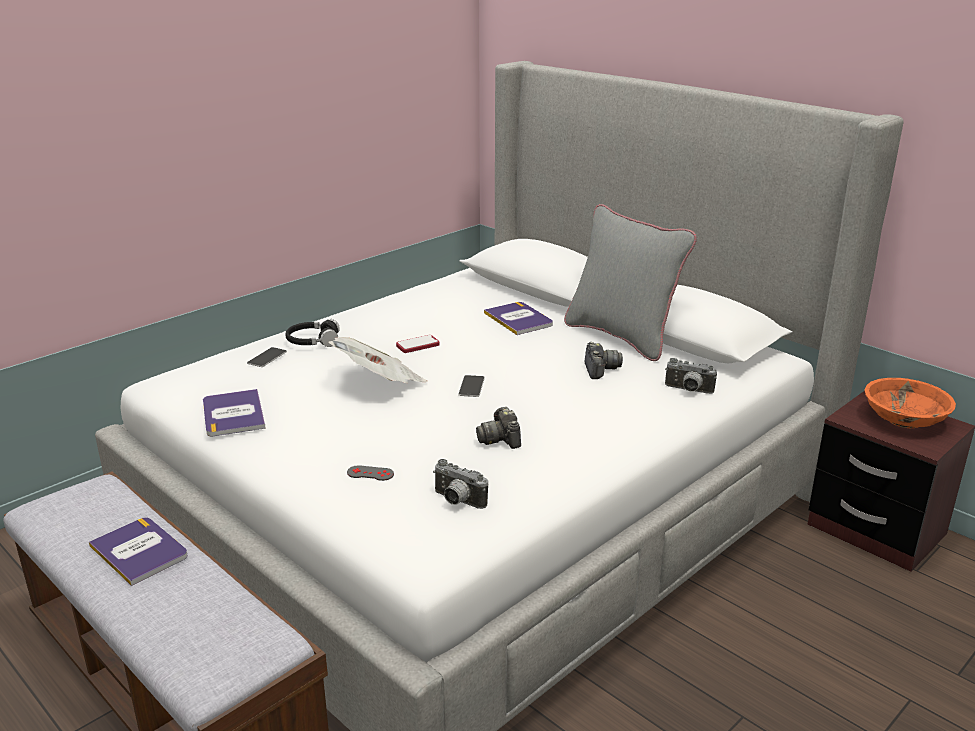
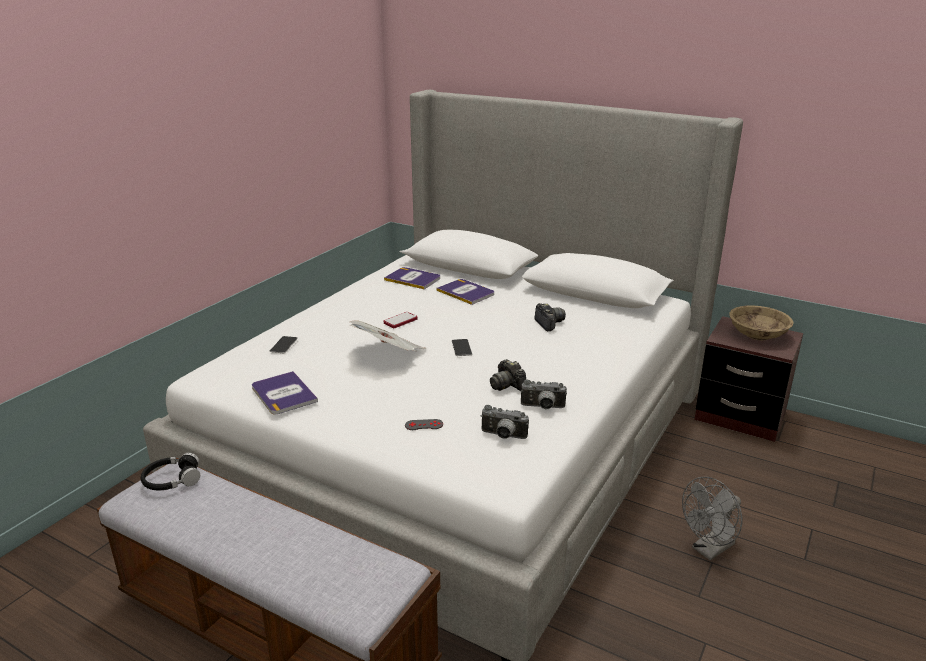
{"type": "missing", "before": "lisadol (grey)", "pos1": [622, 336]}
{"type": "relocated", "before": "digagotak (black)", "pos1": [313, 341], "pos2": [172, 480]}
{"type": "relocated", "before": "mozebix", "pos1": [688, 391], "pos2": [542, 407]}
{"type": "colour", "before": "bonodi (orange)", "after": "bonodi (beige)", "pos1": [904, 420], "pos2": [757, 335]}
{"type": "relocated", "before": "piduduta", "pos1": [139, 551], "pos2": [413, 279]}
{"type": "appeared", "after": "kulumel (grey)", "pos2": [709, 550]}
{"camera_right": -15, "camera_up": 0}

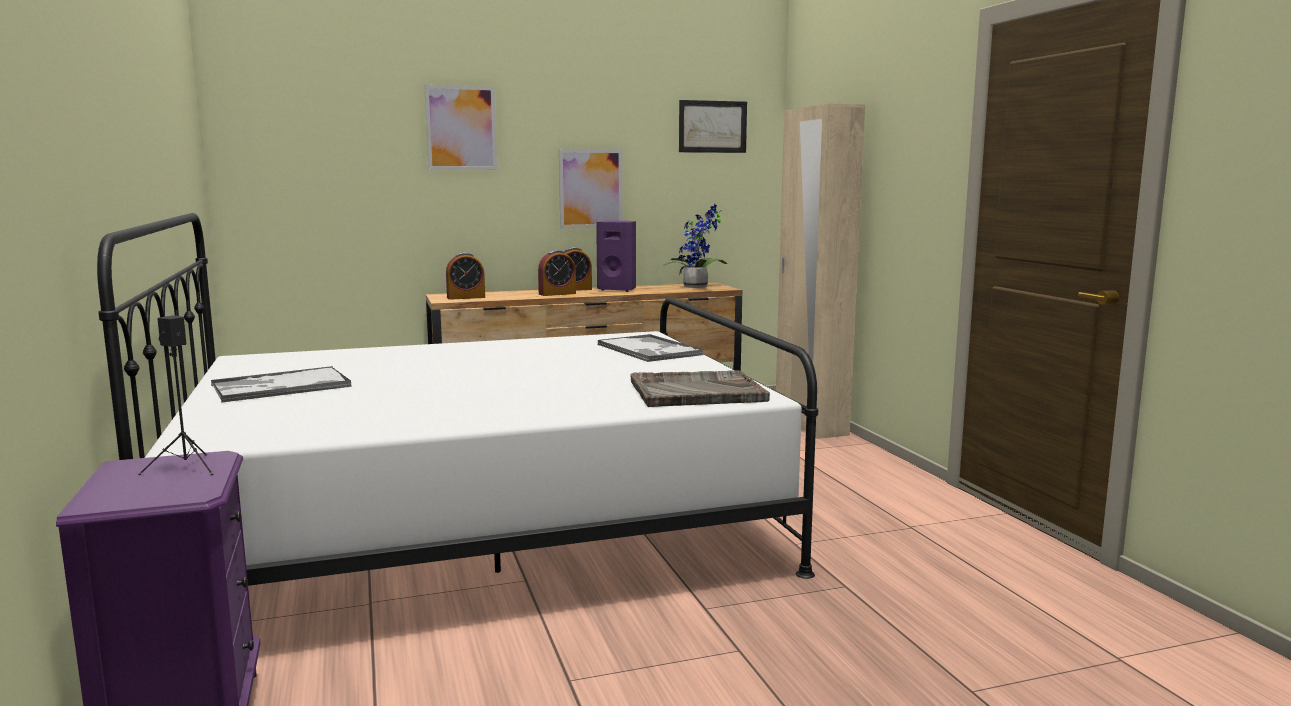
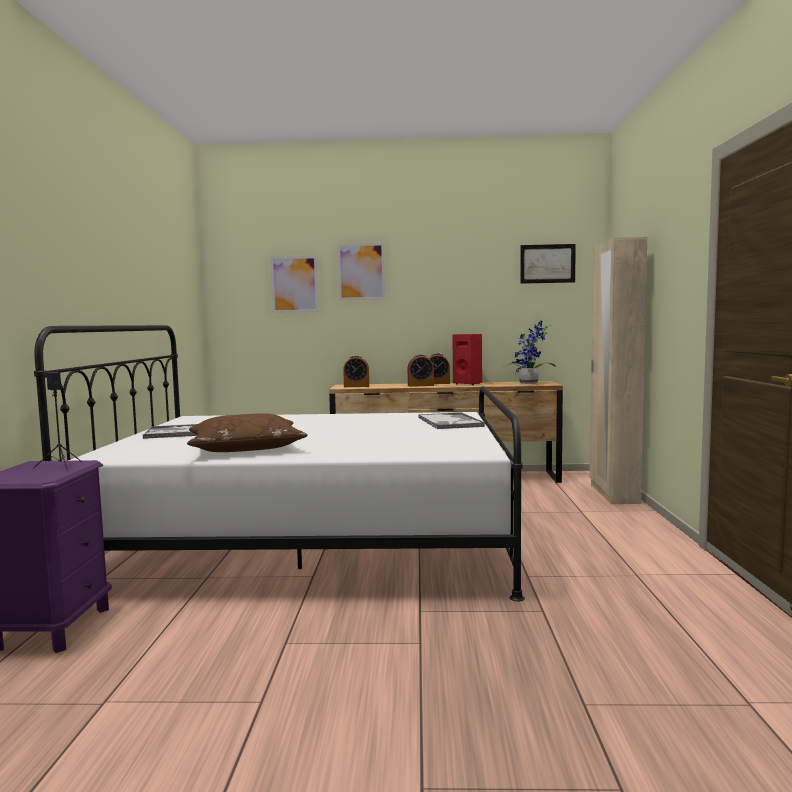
{"type": "relocated", "before": "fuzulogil", "pos1": [590, 188], "pos2": [294, 284]}
{"type": "colour", "before": "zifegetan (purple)", "after": "zifegetan (red)", "pos1": [618, 289], "pos2": [468, 384]}
{"type": "missing", "before": "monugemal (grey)", "pos1": [695, 392]}
{"type": "appeared", "after": "lisadol (brown)", "pos2": [246, 448]}
{"camera_right": 20, "camera_up": -5}

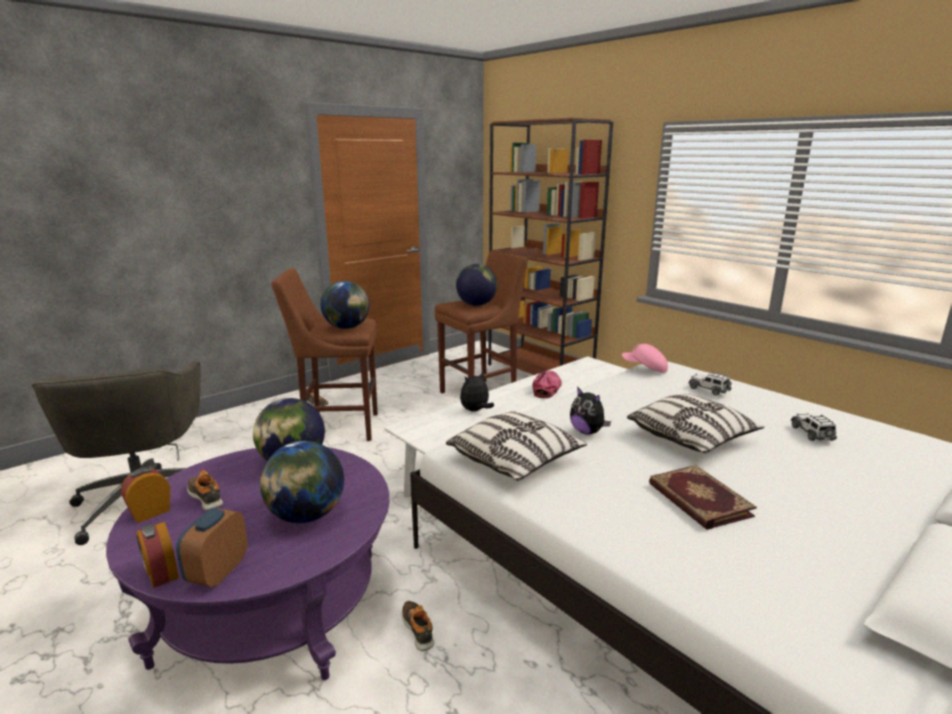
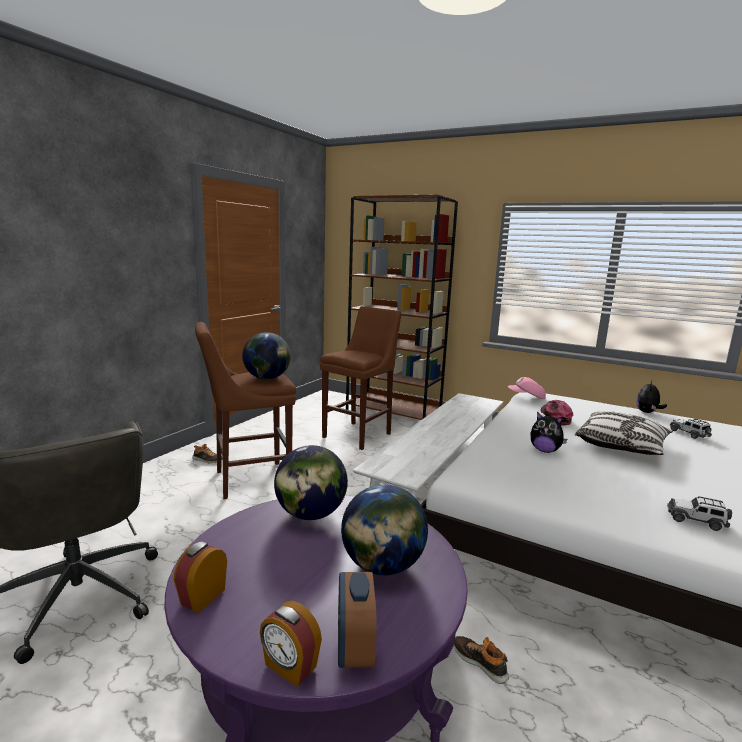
{"type": "missing", "before": "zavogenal", "pos1": [476, 305]}
{"type": "relocated", "before": "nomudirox", "pos1": [475, 411], "pos2": [647, 412]}
{"type": "relocated", "before": "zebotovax", "pos1": [547, 389], "pos2": [555, 417]}
{"type": "relocated", "before": "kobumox", "pos1": [709, 390], "pos2": [696, 520]}
{"type": "missing", "before": "lisadol", "pos1": [515, 460]}
{"type": "missing", "before": "piduduta", "pos1": [698, 500]}
{"type": "missing", "before": "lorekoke", "pos1": [206, 497]}
{"camera_right": -20, "camera_up": -5}

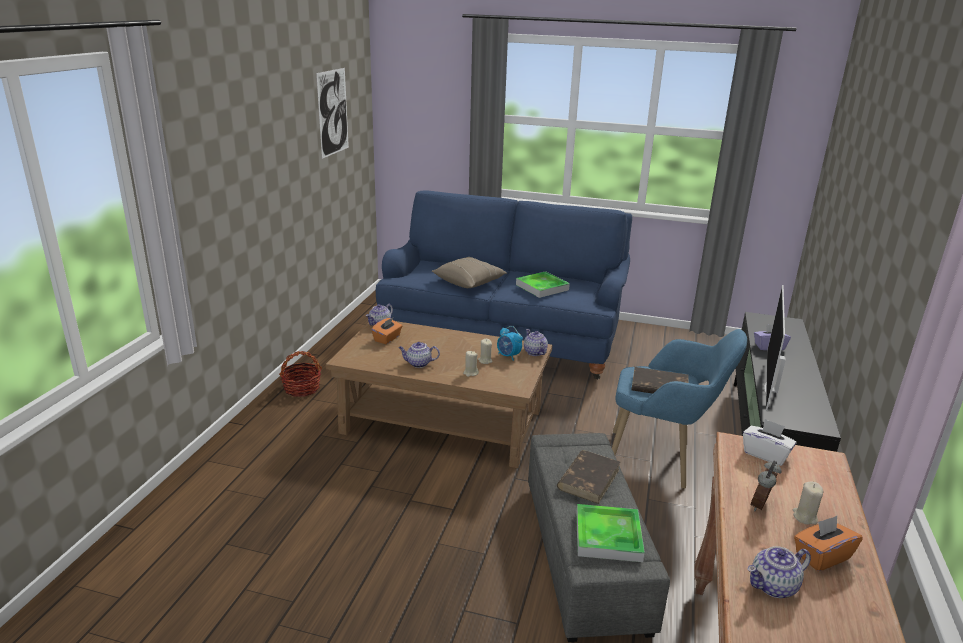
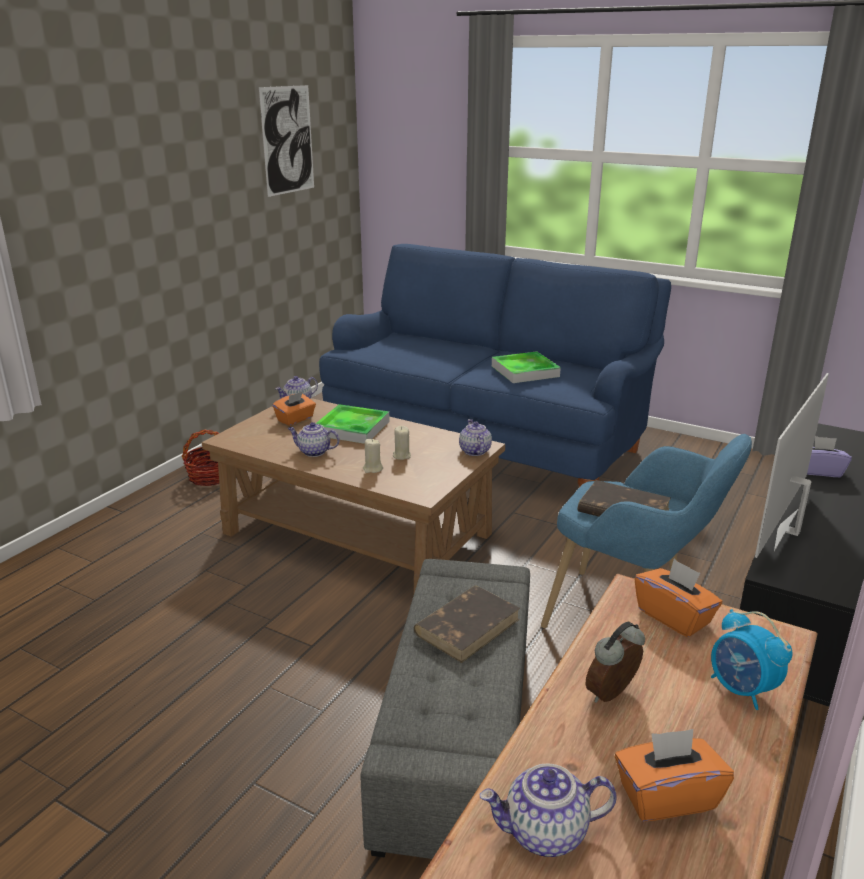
{"type": "missing", "before": "lisadol (beige)", "pos1": [469, 282]}
{"type": "relocated", "before": "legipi", "pos1": [508, 356], "pos2": [741, 690]}
{"type": "colour", "before": "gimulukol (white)", "after": "gimulukol (orange)", "pos1": [765, 454], "pos2": [674, 616]}
{"type": "missing", "before": "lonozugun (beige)", "pos1": [804, 517]}
{"type": "relocated", "before": "monugemal", "pos1": [608, 536], "pos2": [352, 428]}
{"camera_right": 15, "camera_up": 0}

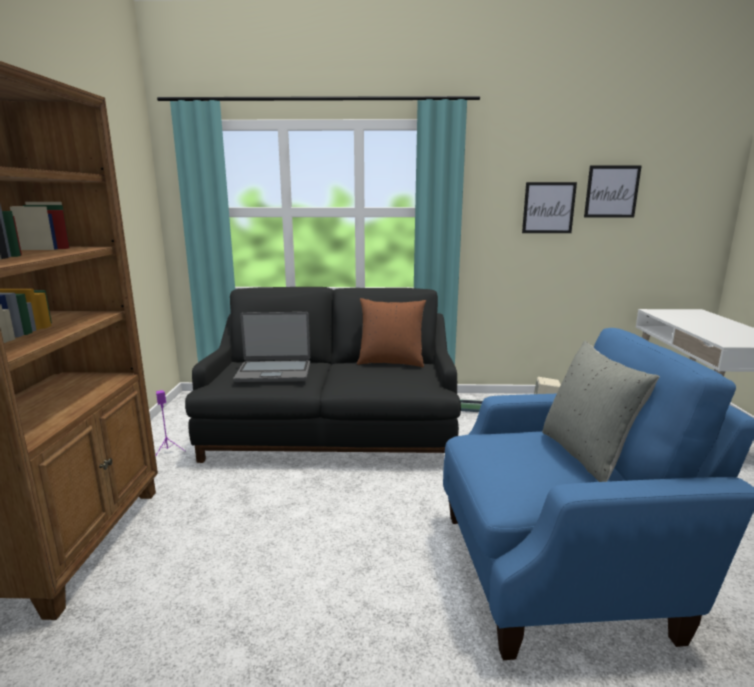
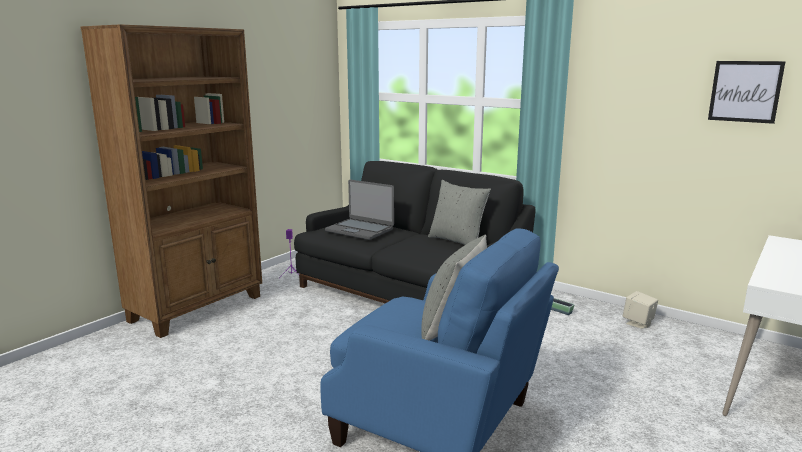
{"type": "missing", "before": "fuzulogil", "pos1": [548, 208]}
{"type": "colour", "before": "lisadol (brown)", "after": "lisadol (grey)", "pos1": [391, 362], "pos2": [457, 241]}
{"camera_right": 35, "camera_up": 0}

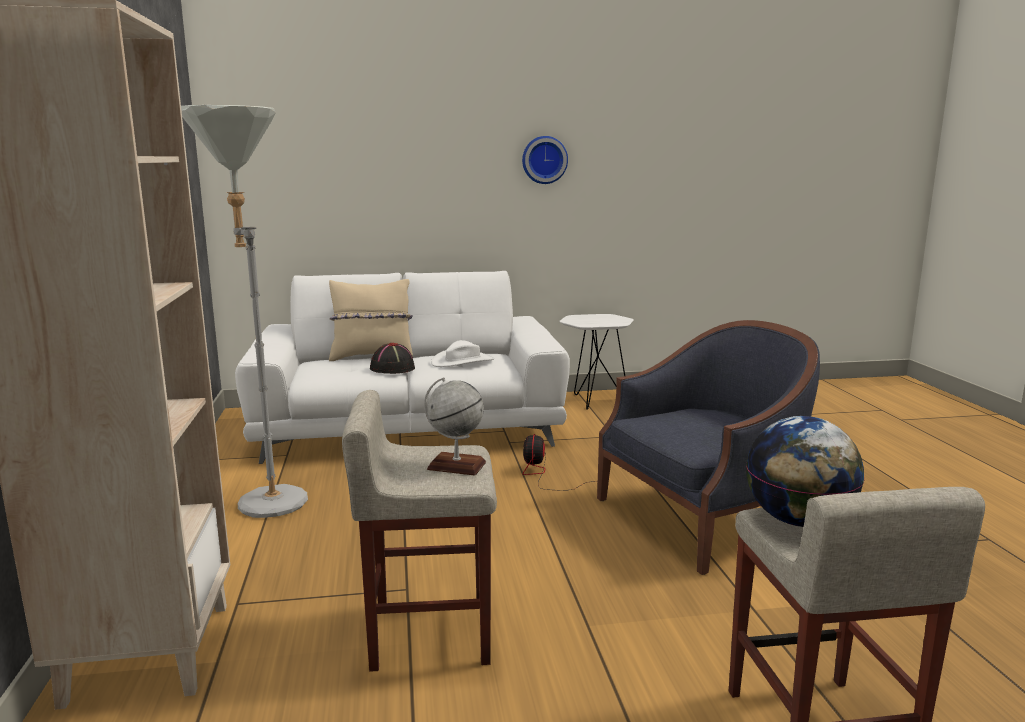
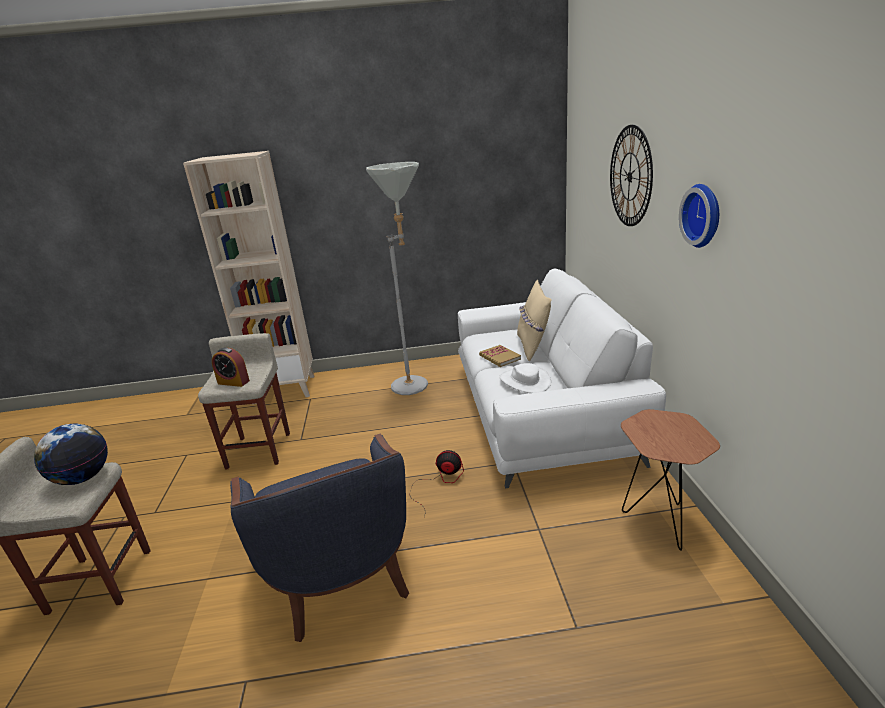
{"type": "colour", "before": "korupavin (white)", "after": "korupavin (brown)", "pos1": [594, 401], "pos2": [659, 519]}
{"type": "exchanged", "before": "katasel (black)", "after": "piduduta", "pos1": [392, 368], "pos2": [499, 357]}
{"type": "exchanged", "before": "zavogenal", "after": "legipi", "pos1": [456, 466], "pos2": [233, 382]}
{"type": "appeared", "after": "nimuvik", "pos2": [630, 176]}
{"camera_right": 95, "camera_up": 10}

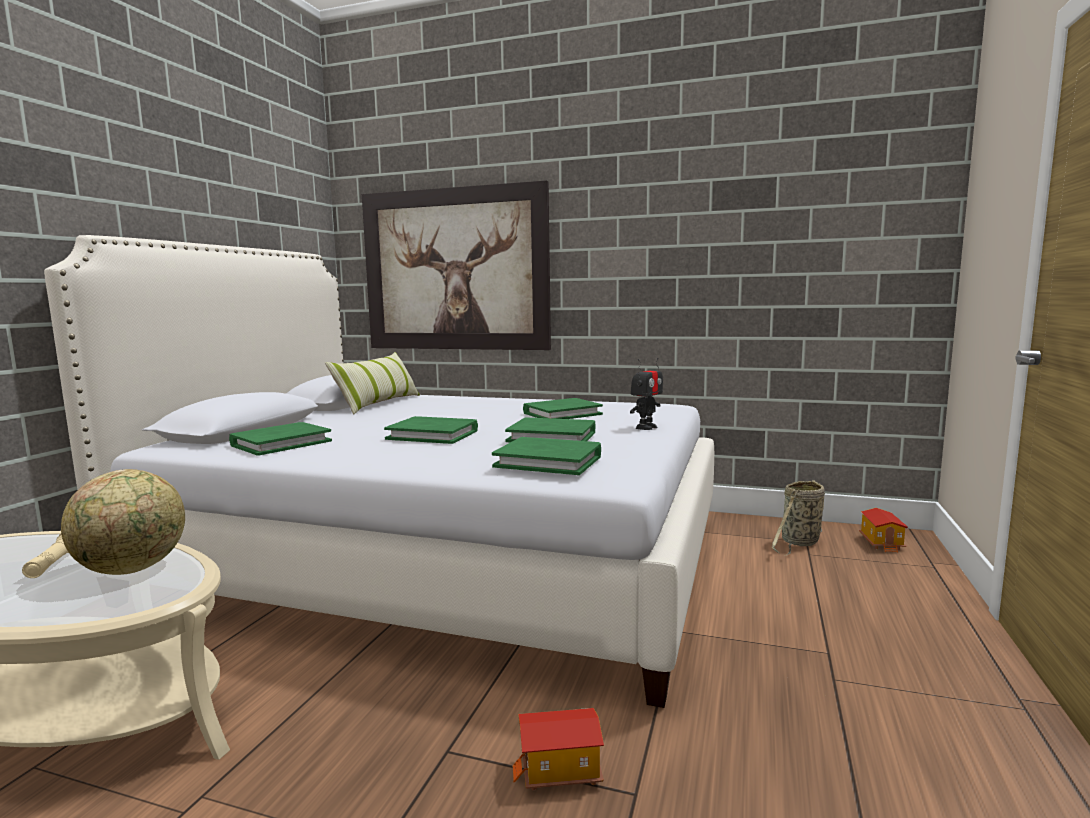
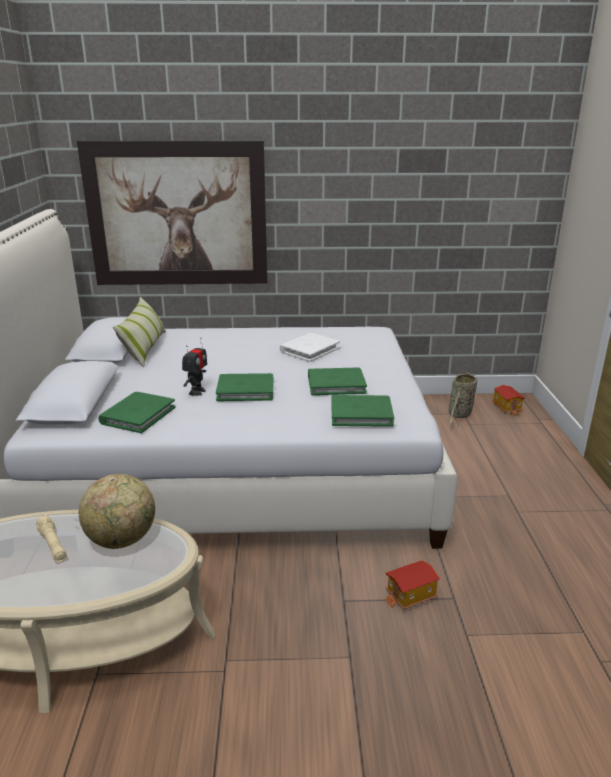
{"type": "relocated", "before": "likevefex", "pos1": [646, 427], "pos2": [197, 392]}
{"type": "colour", "before": "piduduta (green)", "after": "piduduta (white)", "pos1": [562, 413], "pos2": [309, 350]}
{"camera_right": -20, "camera_up": 15}

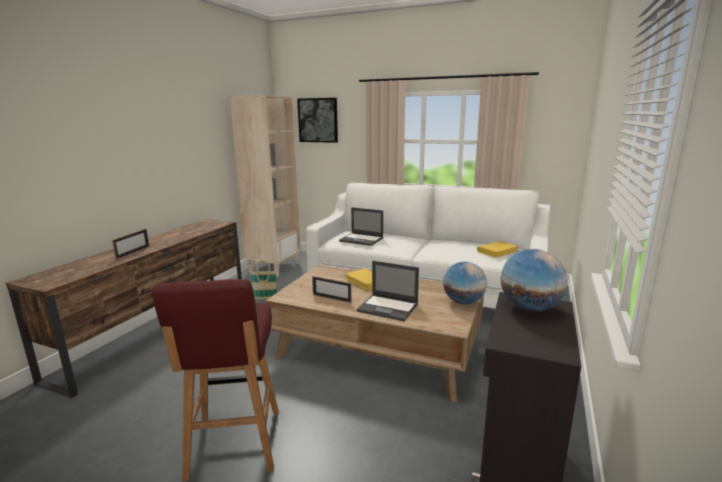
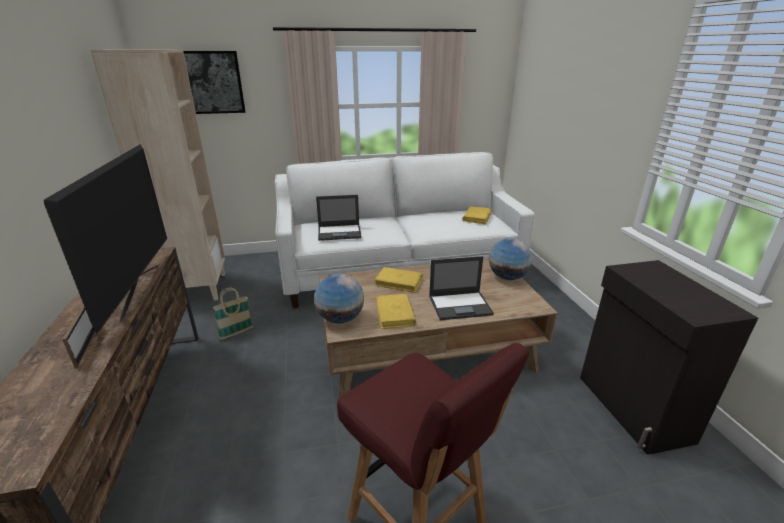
{"type": "relocated", "before": "zavogenal", "pos1": [529, 308], "pos2": [340, 318]}
{"type": "exchanged", "before": "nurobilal", "after": "piduduta (yellow)", "pos1": [331, 298], "pos2": [395, 313]}
{"type": "appeared", "after": "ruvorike", "pos2": [140, 290]}
{"camera_right": -35, "camera_up": 10}

